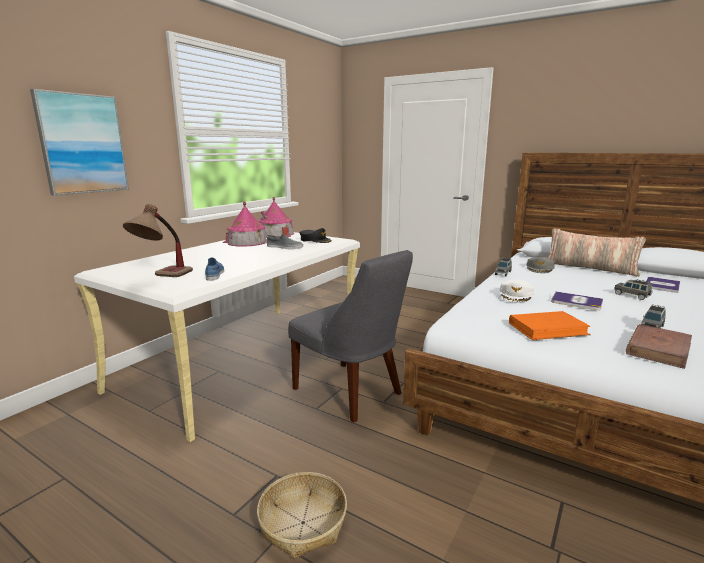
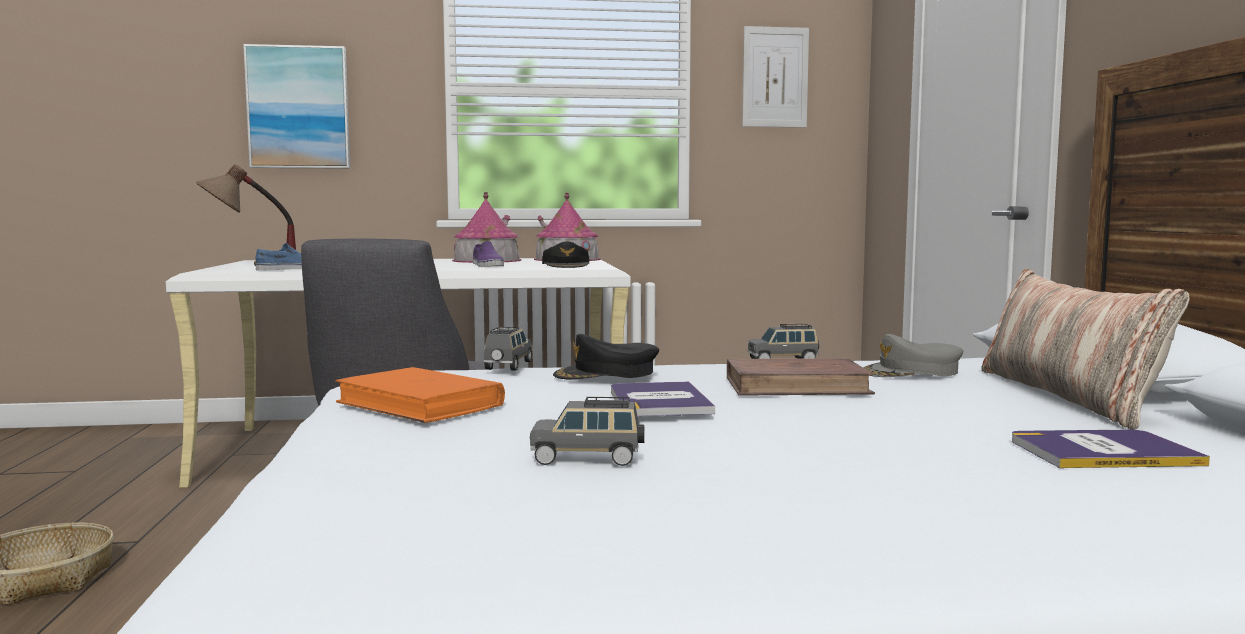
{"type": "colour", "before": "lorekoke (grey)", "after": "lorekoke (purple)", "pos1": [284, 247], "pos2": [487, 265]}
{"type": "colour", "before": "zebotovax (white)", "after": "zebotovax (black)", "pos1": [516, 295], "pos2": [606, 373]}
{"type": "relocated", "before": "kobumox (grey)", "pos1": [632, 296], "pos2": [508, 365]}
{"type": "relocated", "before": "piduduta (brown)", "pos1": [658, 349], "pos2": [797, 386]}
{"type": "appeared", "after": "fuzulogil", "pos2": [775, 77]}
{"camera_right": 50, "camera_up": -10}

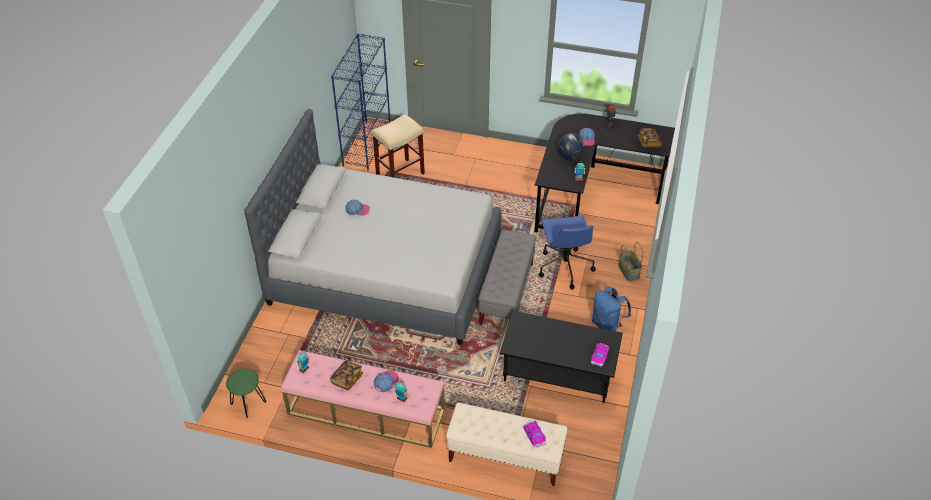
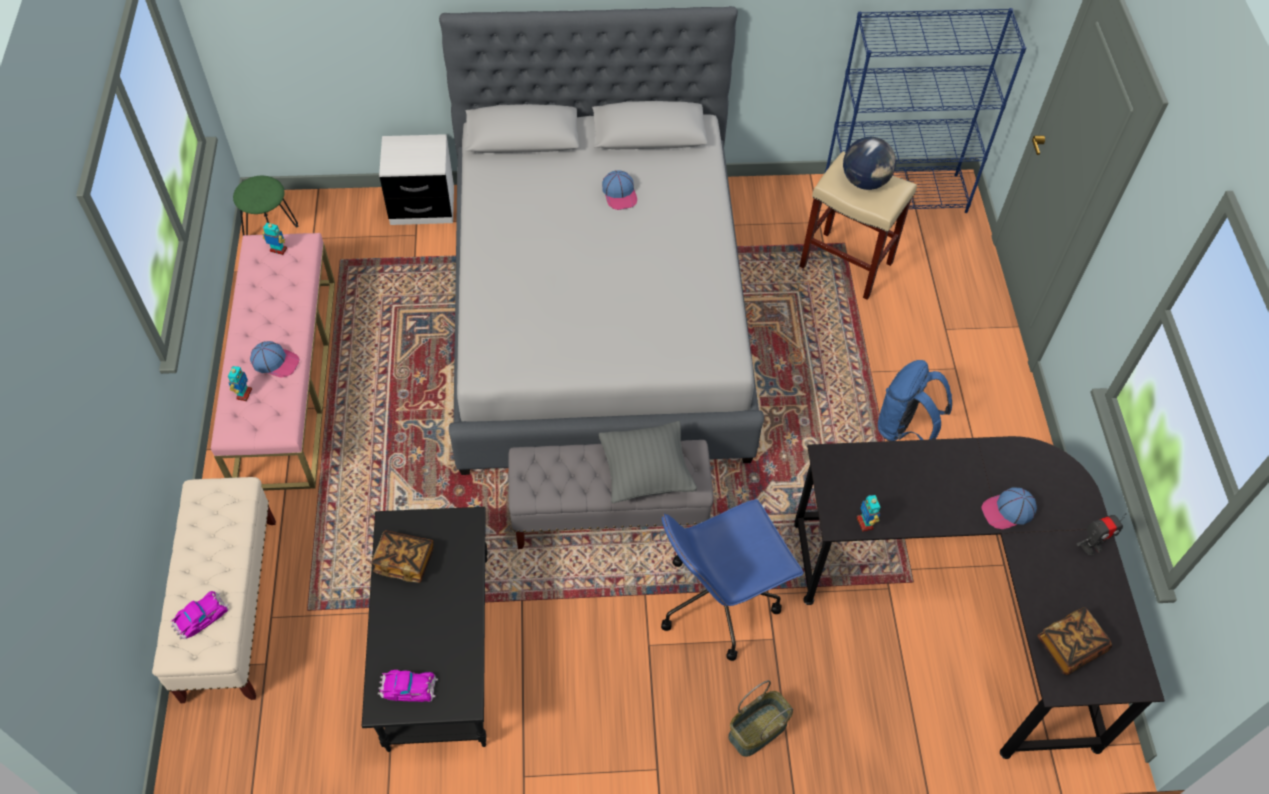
{"type": "relocated", "before": "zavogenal", "pos1": [570, 156], "pos2": [865, 181]}
{"type": "relocated", "before": "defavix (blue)", "pos1": [607, 325], "pos2": [904, 428]}
{"type": "relocated", "before": "piduduta", "pos1": [347, 379], "pos2": [404, 561]}
{"type": "appeared", "after": "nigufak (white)", "pos2": [422, 206]}
{"type": "appeared", "after": "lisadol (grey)", "pos2": [646, 473]}
{"camera_right": 70, "camera_up": 10}

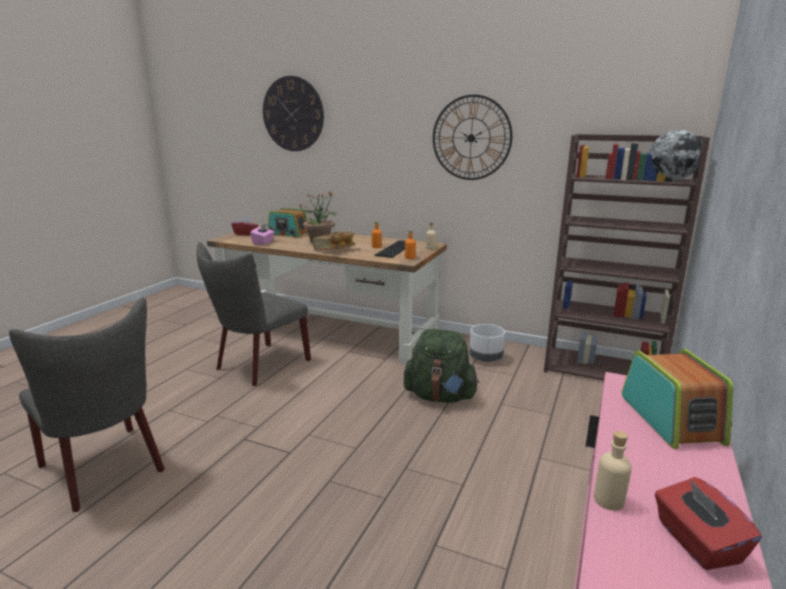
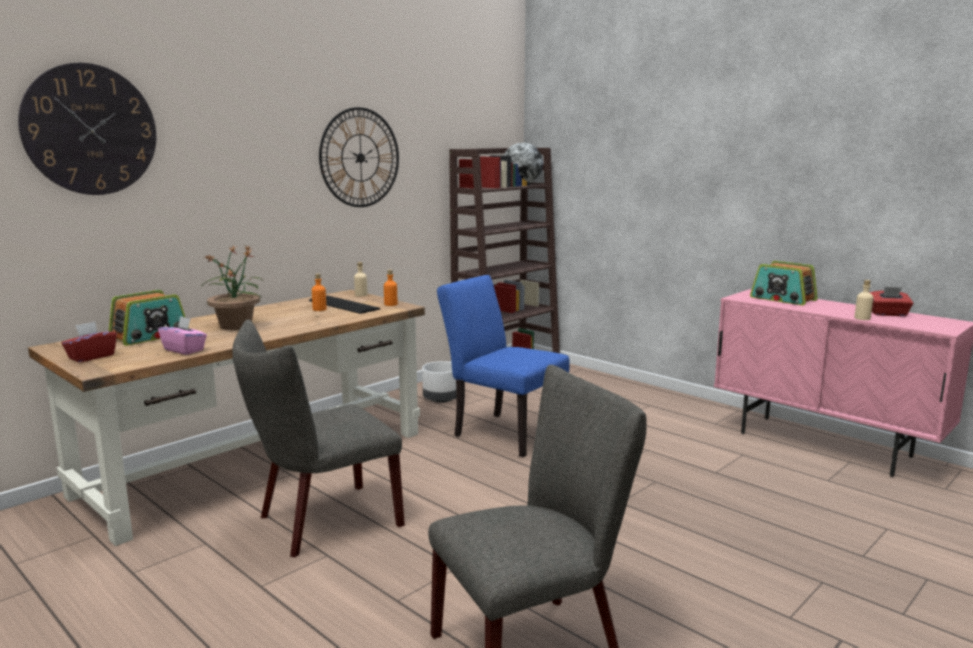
{"type": "missing", "before": "piduduta", "pos1": [334, 250]}
{"type": "spun", "before": "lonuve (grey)", "pos1": [258, 366], "pos2": [321, 522], "turn": 90}
{"type": "exchanged", "before": "defavix (green)", "after": "lonuve (blue)", "pos1": [440, 396], "pos2": [502, 432]}
{"type": "spun", "before": "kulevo", "pos1": [671, 419], "pos2": [782, 299], "turn": -150}
{"camera_right": -70, "camera_up": -5}

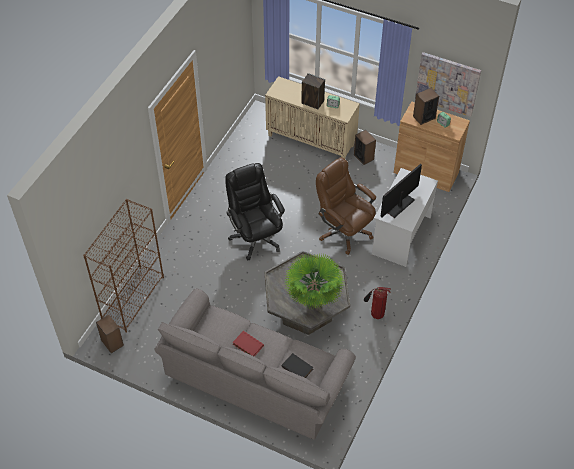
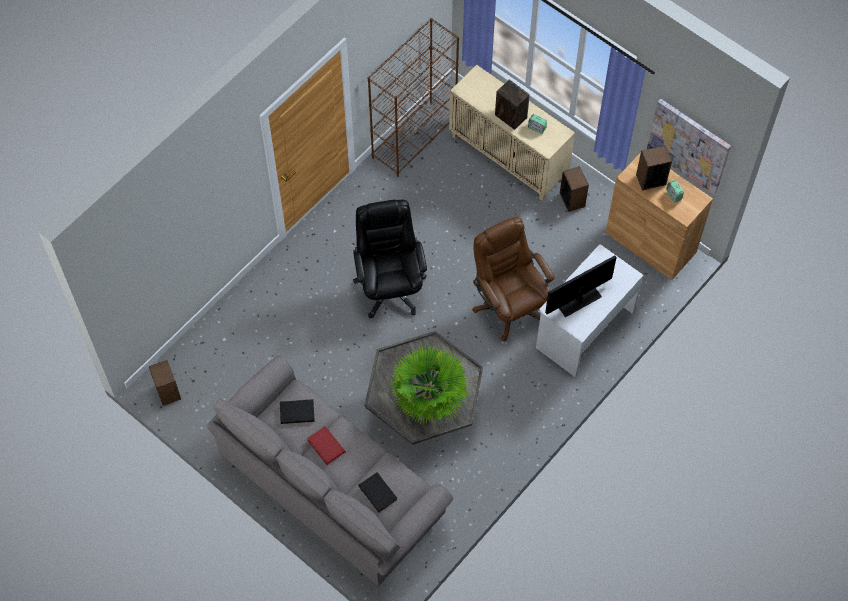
{"type": "relocated", "before": "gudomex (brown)", "pos1": [133, 299], "pos2": [414, 138]}
{"type": "missing", "before": "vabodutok", "pos1": [375, 315]}
{"type": "appeared", "after": "piduduta (black)", "pos2": [297, 412]}
{"camera_right": 15, "camera_up": 10}

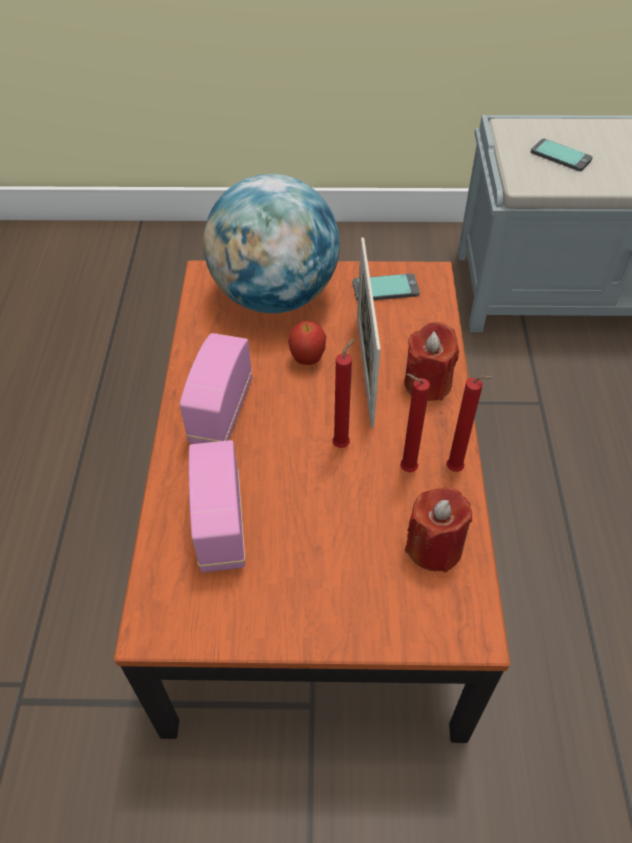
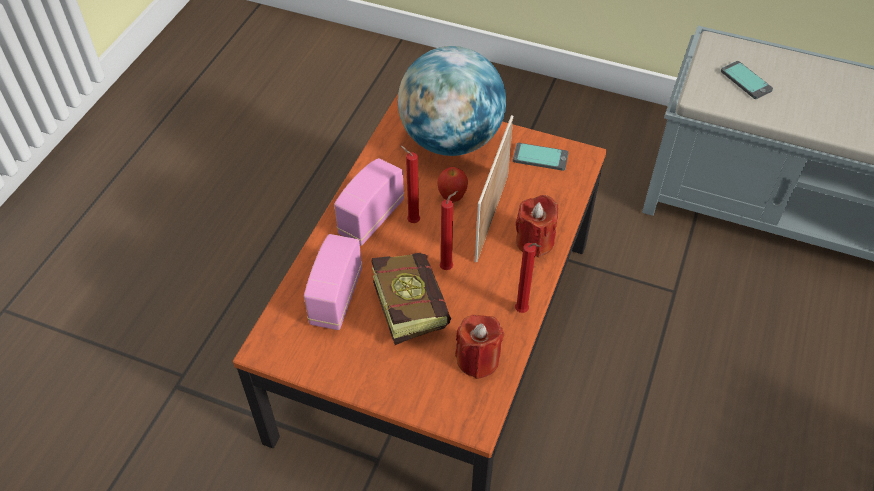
{"type": "relocated", "before": "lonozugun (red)", "pos1": [405, 469], "pos2": [411, 221]}
{"type": "appeared", "after": "piduduta", "pos2": [407, 303]}
{"camera_right": 20, "camera_up": 0}

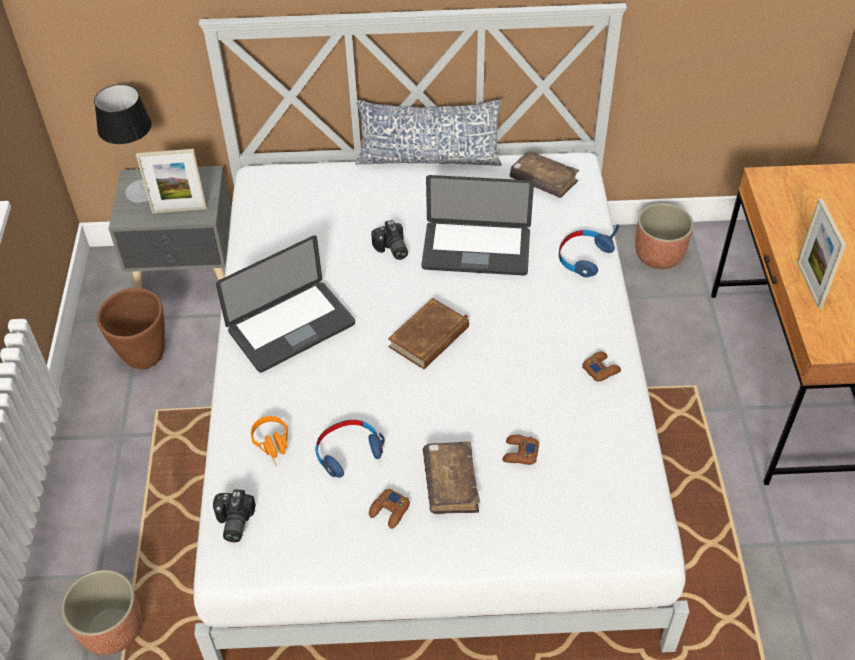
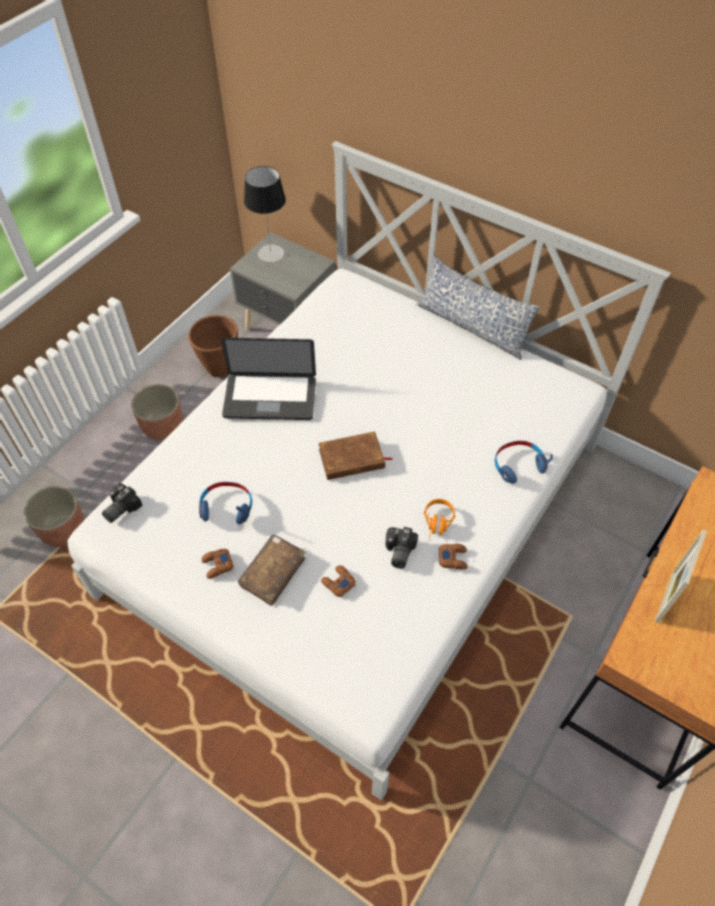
{"type": "missing", "before": "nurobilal", "pos1": [179, 210]}
{"type": "missing", "before": "piduduta (brown)", "pos1": [543, 181]}
{"type": "missing", "before": "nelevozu", "pos1": [476, 250]}
{"type": "relocated", "before": "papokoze", "pos1": [659, 255], "pos2": [163, 427]}
{"type": "relocated", "before": "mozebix", "pos1": [391, 249], "pos2": [398, 552]}
{"type": "relocated", "before": "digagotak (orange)", "pos1": [274, 446], "pos2": [437, 525]}
{"camera_right": 35, "camera_up": 5}

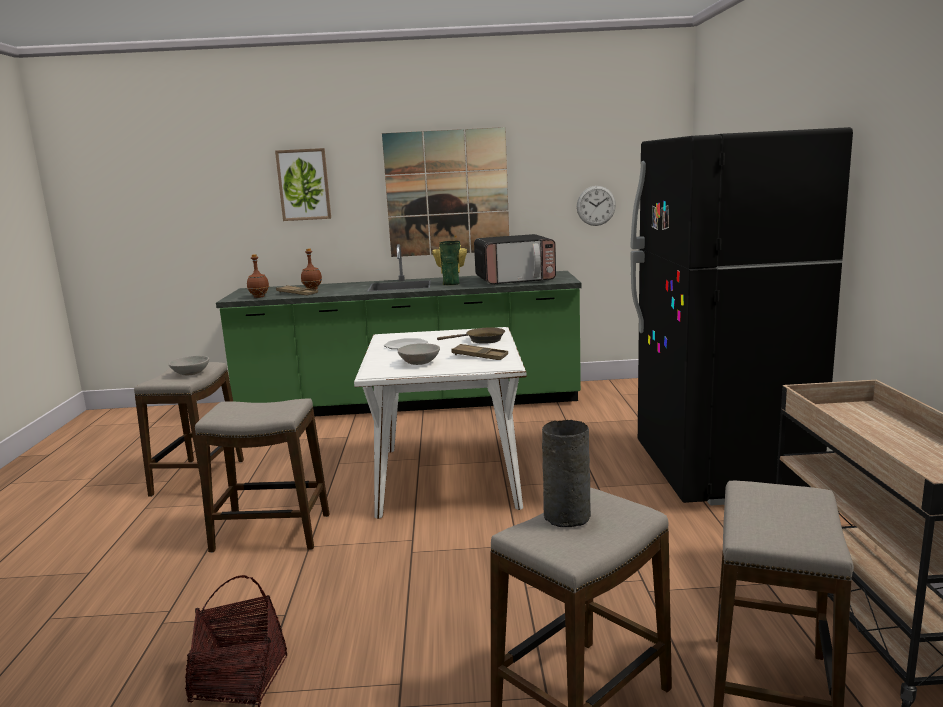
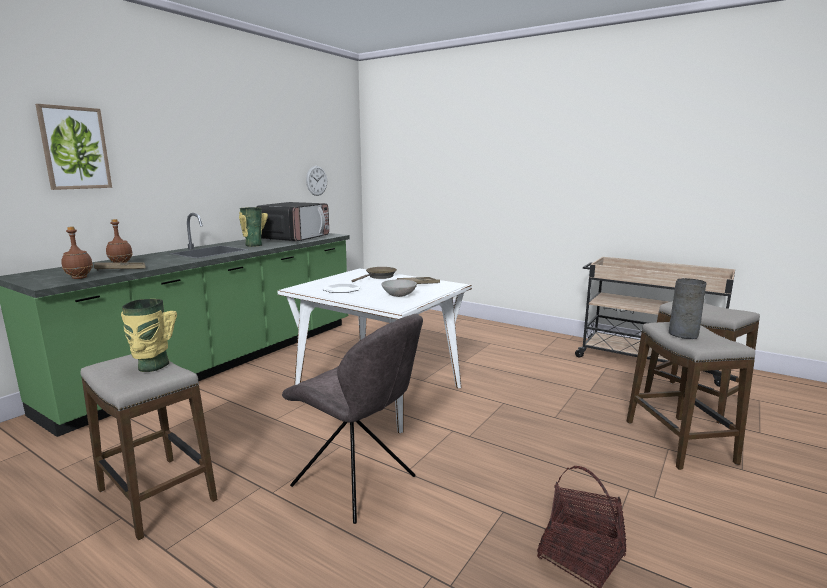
{"type": "missing", "before": "fuzulogil", "pos1": [447, 193]}
{"type": "missing", "before": "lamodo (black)", "pos1": [720, 472]}
{"type": "exchanged", "before": "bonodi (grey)", "after": "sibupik", "pos1": [191, 373], "pos2": [151, 366]}
{"type": "exchanged", "before": "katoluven", "after": "lonuve (grey)", "pos1": [272, 533], "pos2": [357, 483]}
{"camera_right": -55, "camera_up": 0}

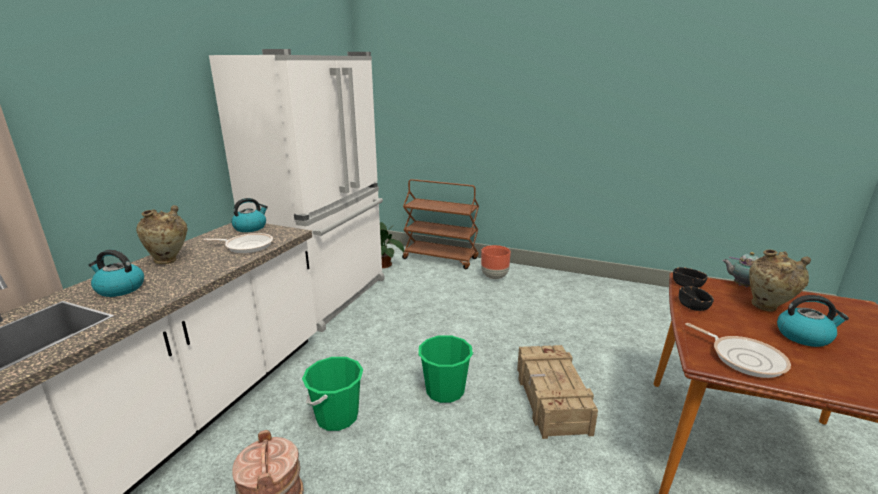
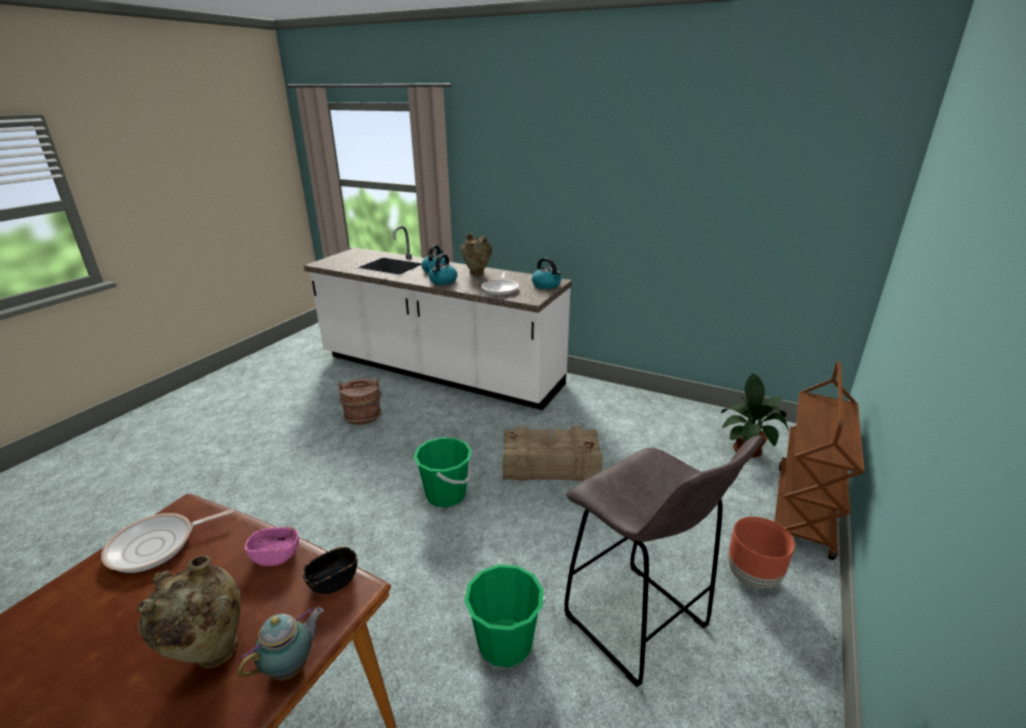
{"type": "missing", "before": "lamodo (white)", "pos1": [327, 296]}
{"type": "colour", "before": "bonodi (black)", "after": "bonodi (pink)", "pos1": [693, 306], "pos2": [276, 555]}
{"type": "relocated", "before": "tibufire", "pos1": [804, 336], "pos2": [443, 281]}
{"type": "relocated", "before": "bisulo", "pos1": [551, 400], "pos2": [550, 465]}
{"type": "relocated", "before": "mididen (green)", "pos1": [337, 417], "pos2": [505, 643]}
{"type": "appeared", "after": "katoluven (grey)", "pos2": [638, 624]}
{"camera_right": 95, "camera_up": 5}

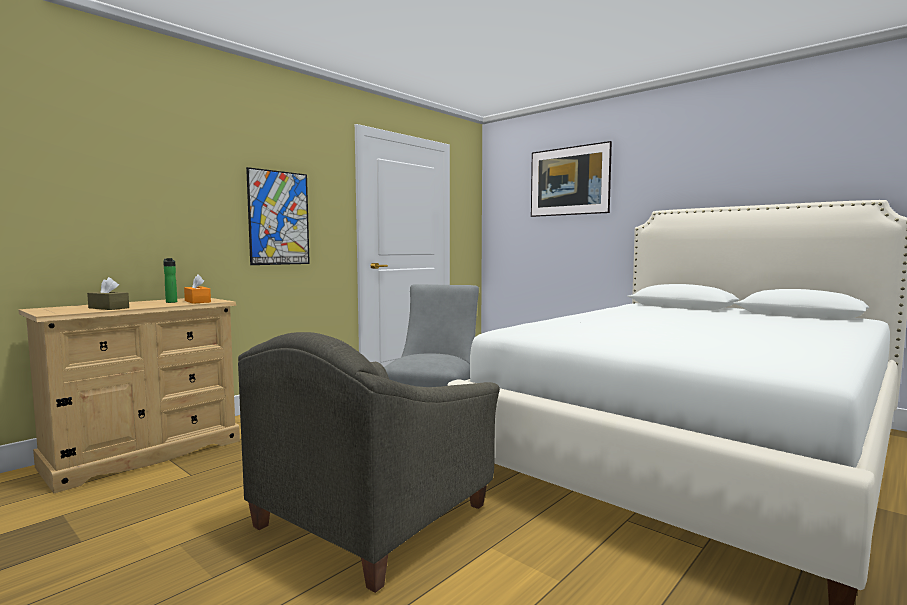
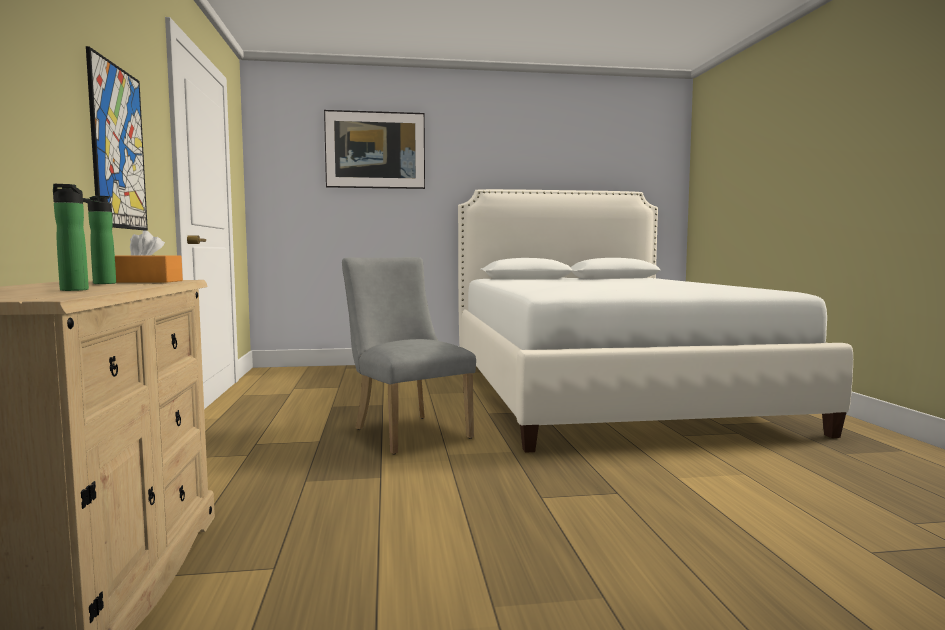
{"type": "exchanged", "before": "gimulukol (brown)", "after": "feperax", "pos1": [108, 308], "pos2": [73, 290]}
{"type": "missing", "before": "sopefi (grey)", "pos1": [375, 517]}
{"camera_right": -50, "camera_up": 0}

